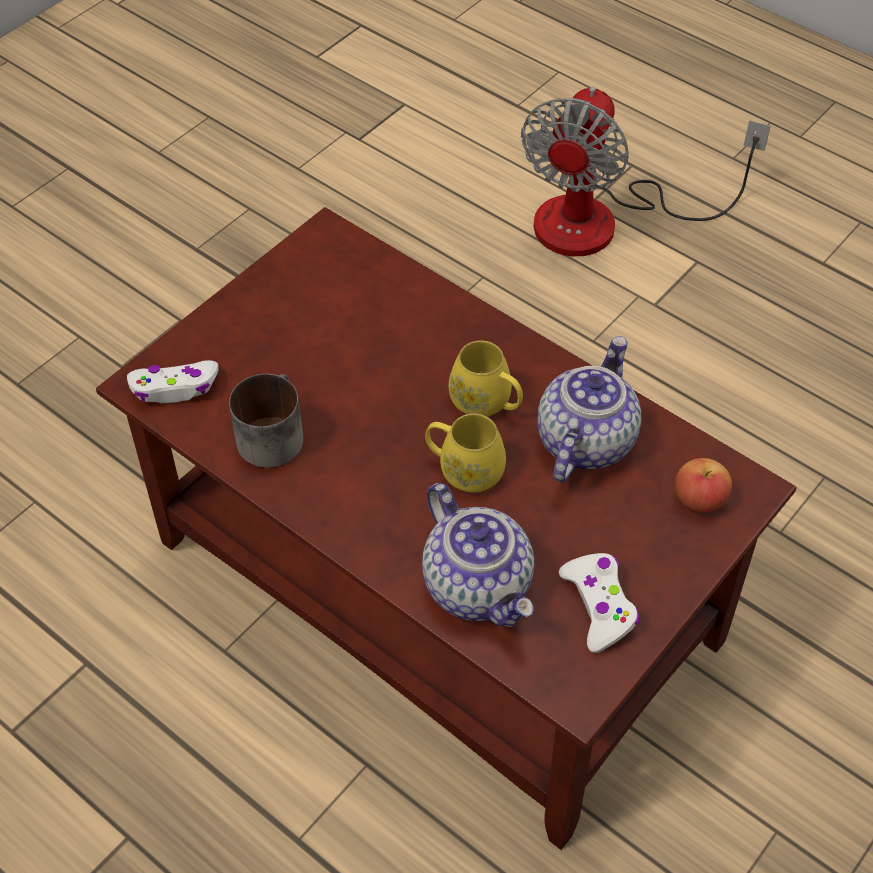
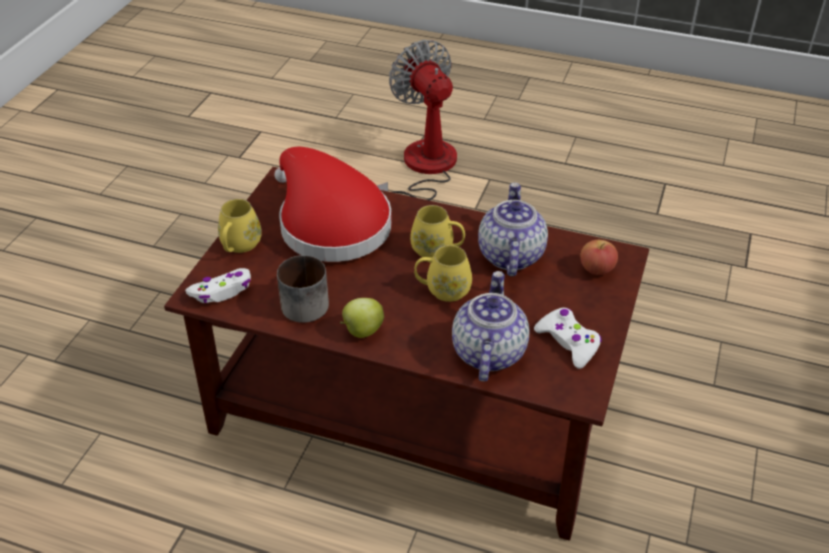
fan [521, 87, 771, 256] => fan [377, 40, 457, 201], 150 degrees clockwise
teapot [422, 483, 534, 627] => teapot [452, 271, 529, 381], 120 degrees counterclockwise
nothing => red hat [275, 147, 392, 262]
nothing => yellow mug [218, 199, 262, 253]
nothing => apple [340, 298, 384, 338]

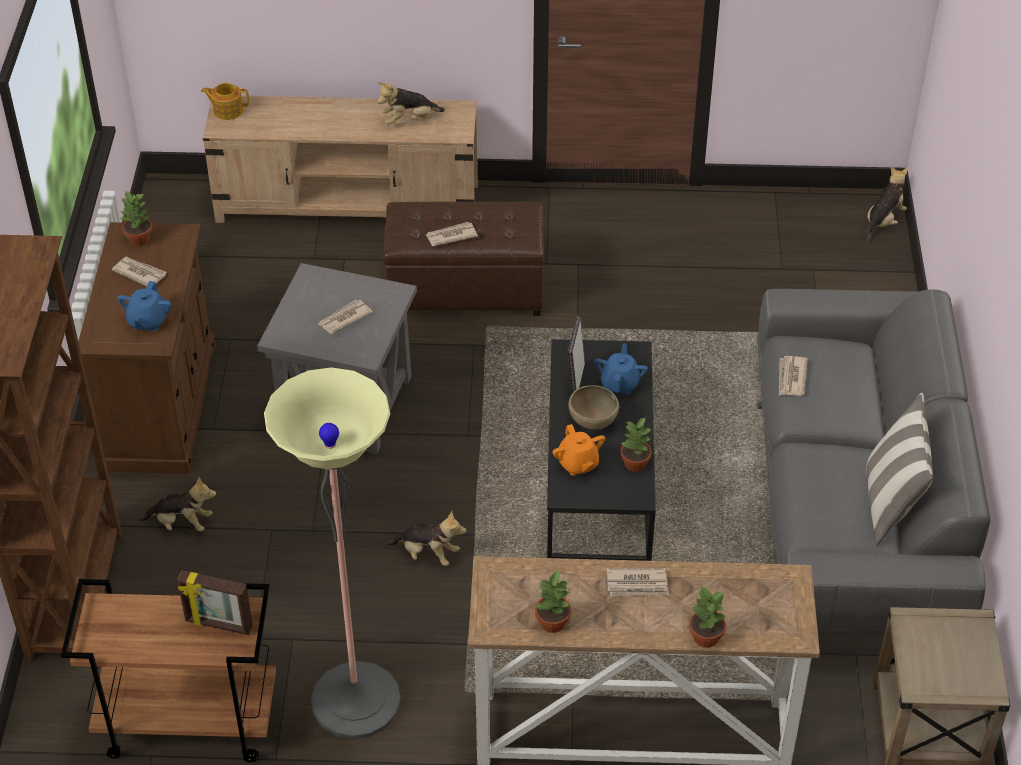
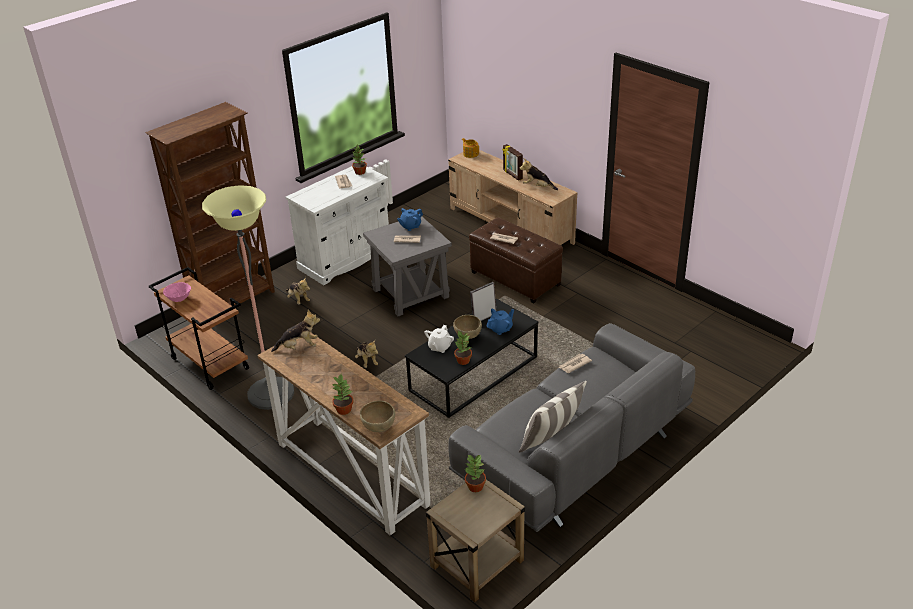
plush toy [866, 167, 907, 242] => plush toy [271, 310, 320, 352], shifted
brown cabinet [78, 222, 215, 474] => white cabinet [286, 166, 389, 285]
blue teapot [117, 281, 172, 331] => blue teapot [397, 208, 423, 231], shifted
orange teapot [553, 424, 605, 476] => white teapot [425, 325, 454, 353]
newspaper [607, 568, 669, 596] => nothing
picture frame [177, 570, 253, 635] => picture frame [502, 144, 523, 181], shifted
potted plant [535, 570, 571, 633] => potted plant [465, 454, 486, 492], shifted
nothing => pink bowl [163, 282, 191, 302]
nothing => brown bowl [360, 401, 395, 432]

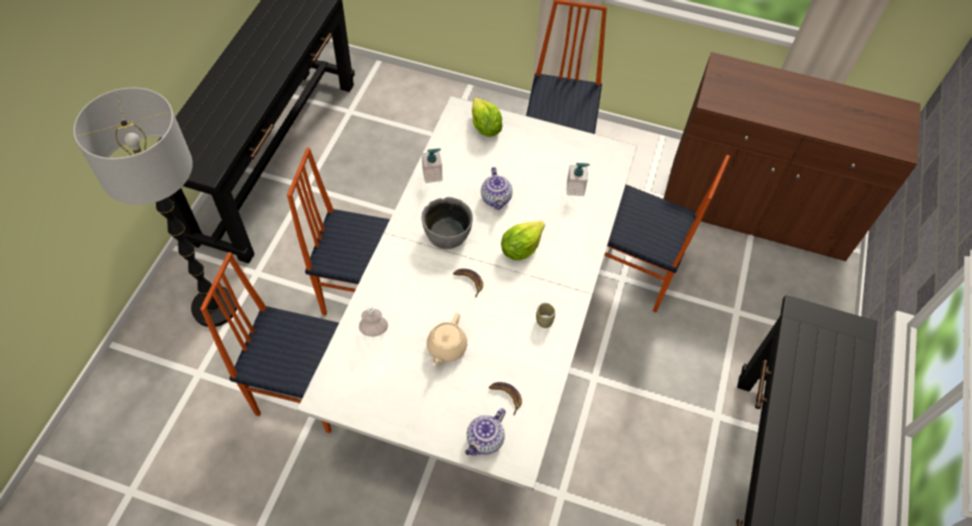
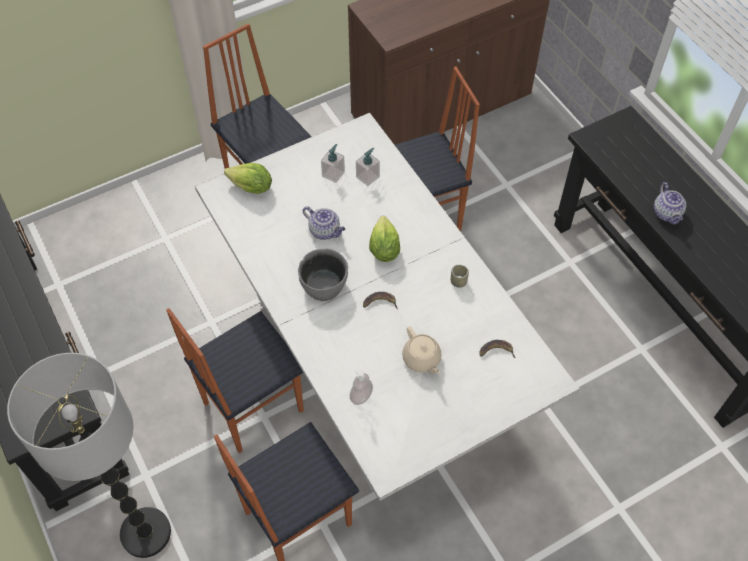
soap dispenser [422, 149, 442, 183] => soap dispenser [321, 144, 345, 183], shifted
teapot [465, 408, 506, 456] => teapot [654, 182, 686, 225], shifted

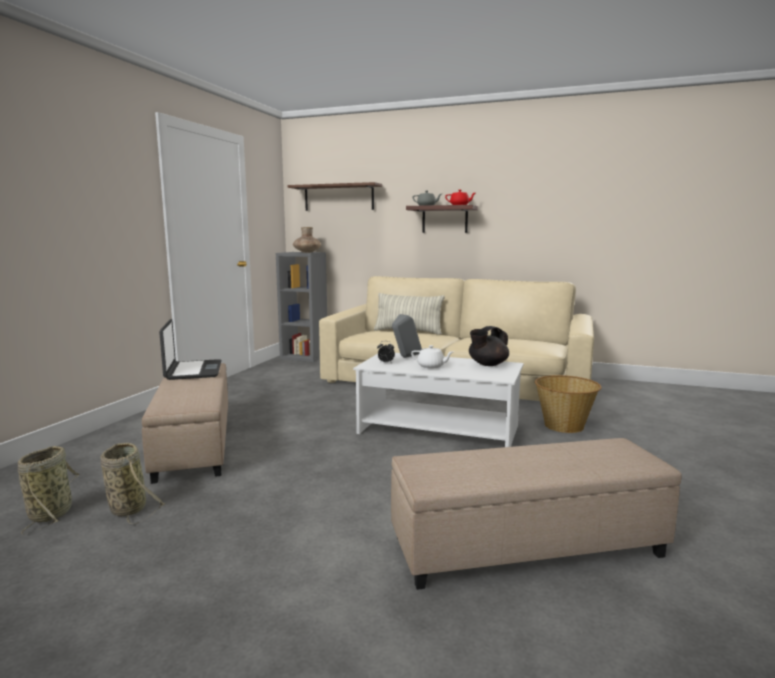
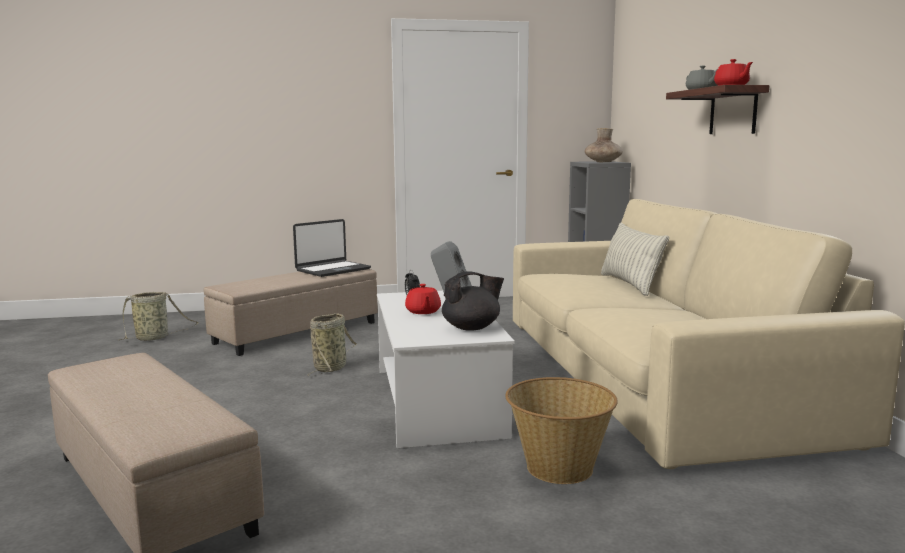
brown shelf [287, 182, 382, 211] => nothing
black teapot [469, 326, 509, 366] => black teapot [442, 271, 504, 331], 135 degrees clockwise
white teapot [411, 345, 454, 368] => red teapot [405, 284, 441, 314]
basket [101, 443, 165, 524] => basket [307, 313, 357, 376], shifted

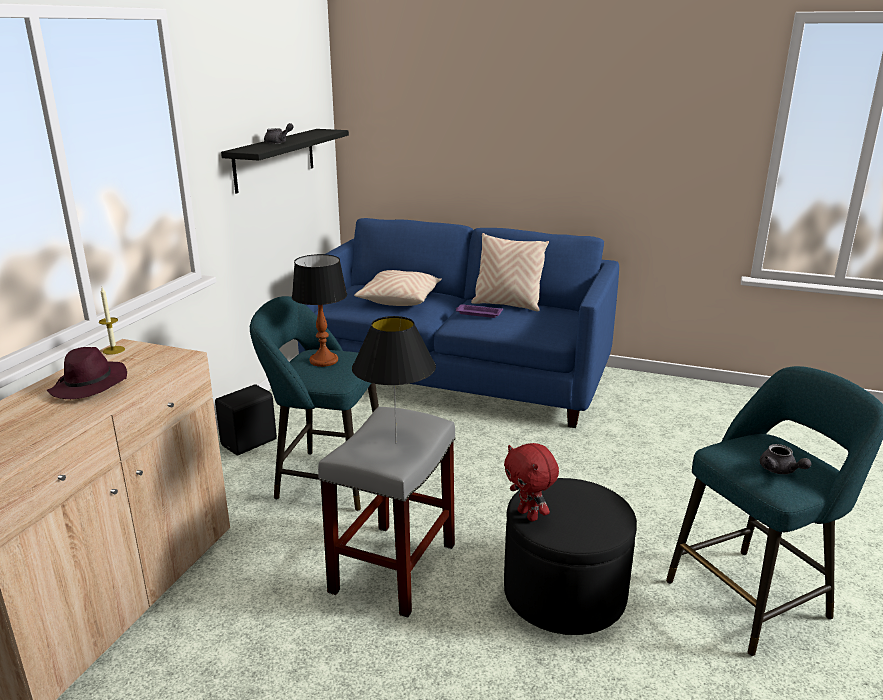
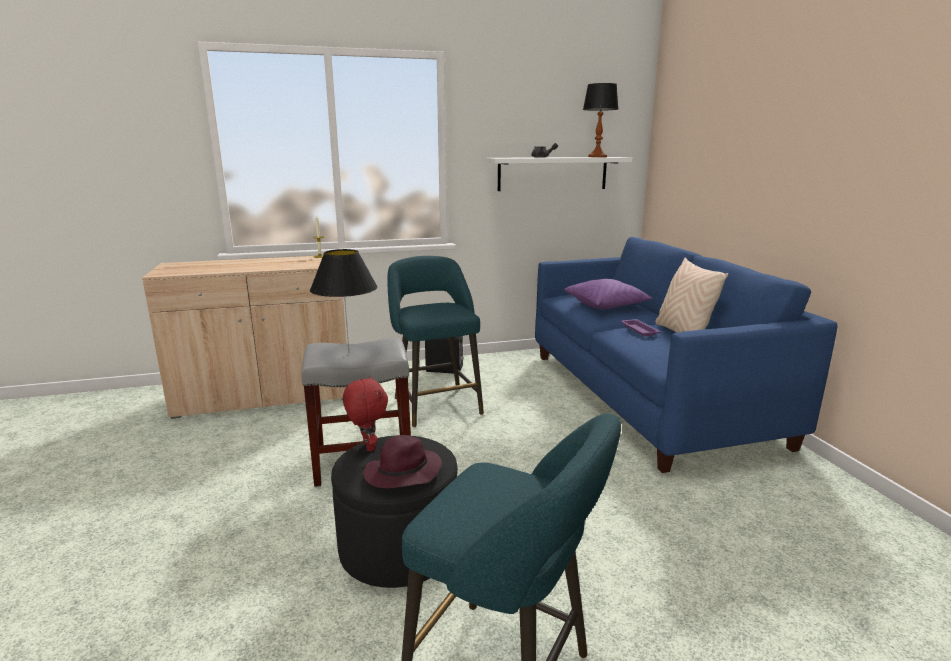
black shelf [221, 129, 349, 194] => white shelf [486, 157, 633, 191]
table lamp [292, 254, 347, 367] => table lamp [583, 83, 618, 157], shifted
beige pillow [354, 270, 442, 306] => purple pillow [564, 279, 653, 310]
purple hat [47, 347, 127, 399] => purple hat [364, 435, 442, 488], shifted
red plush toy [504, 443, 559, 521] => red plush toy [343, 376, 388, 452], 135 degrees clockwise
grey teapot [760, 444, 812, 474] => nothing

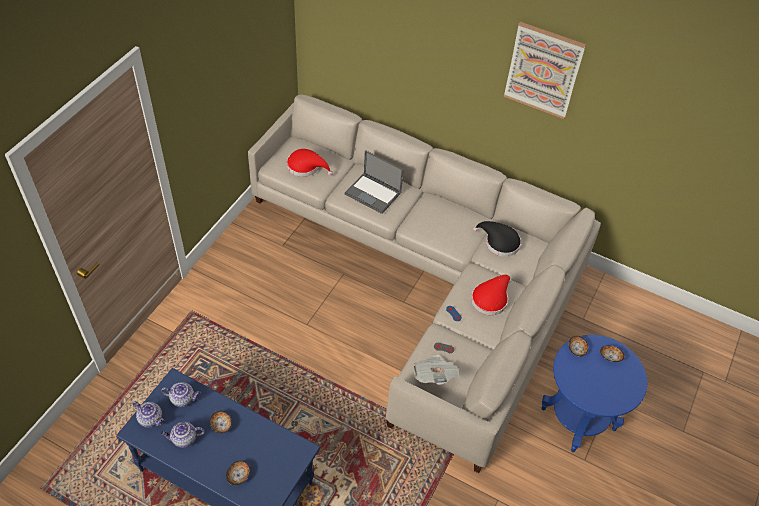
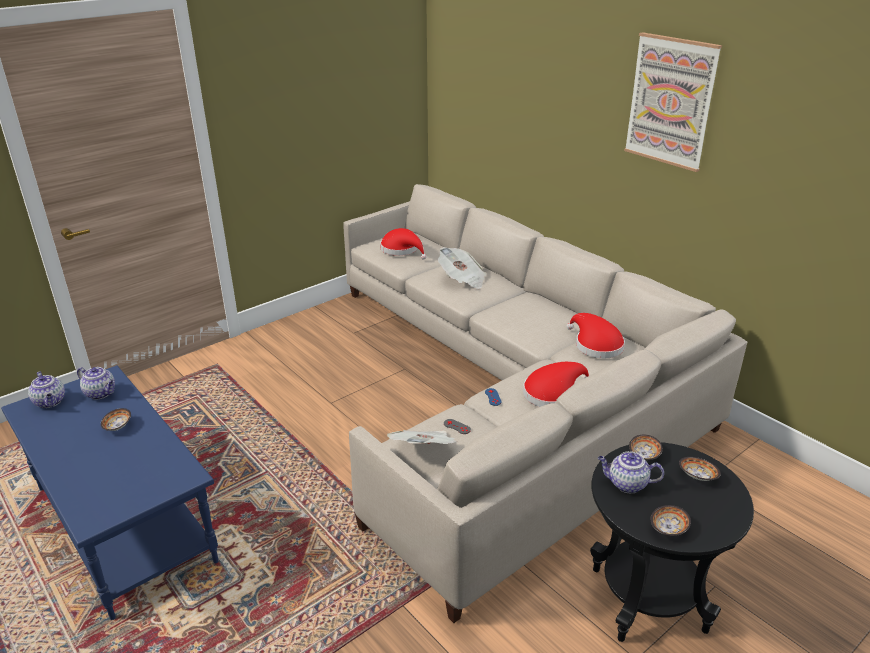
laptop [344, 150, 404, 214] => newspaper [438, 247, 486, 289]
black hat [473, 221, 521, 257] => red hat [566, 313, 625, 358]
blue side table [541, 335, 647, 452] => black side table [590, 442, 754, 642]
teapot [161, 422, 205, 448] => teapot [598, 451, 664, 493], shifted
bowl [226, 461, 250, 485] => bowl [651, 505, 691, 536], shifted

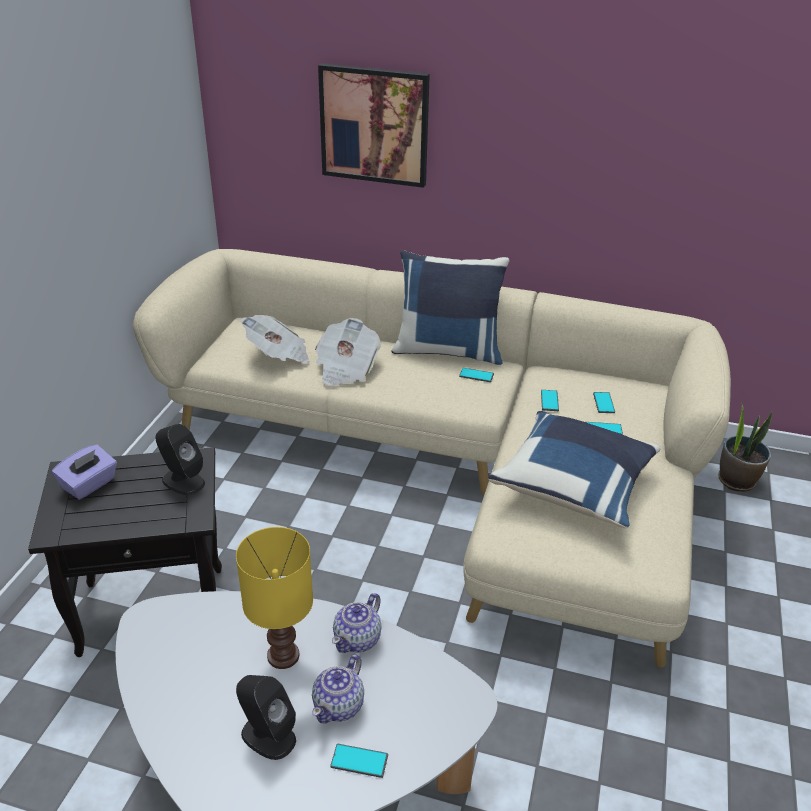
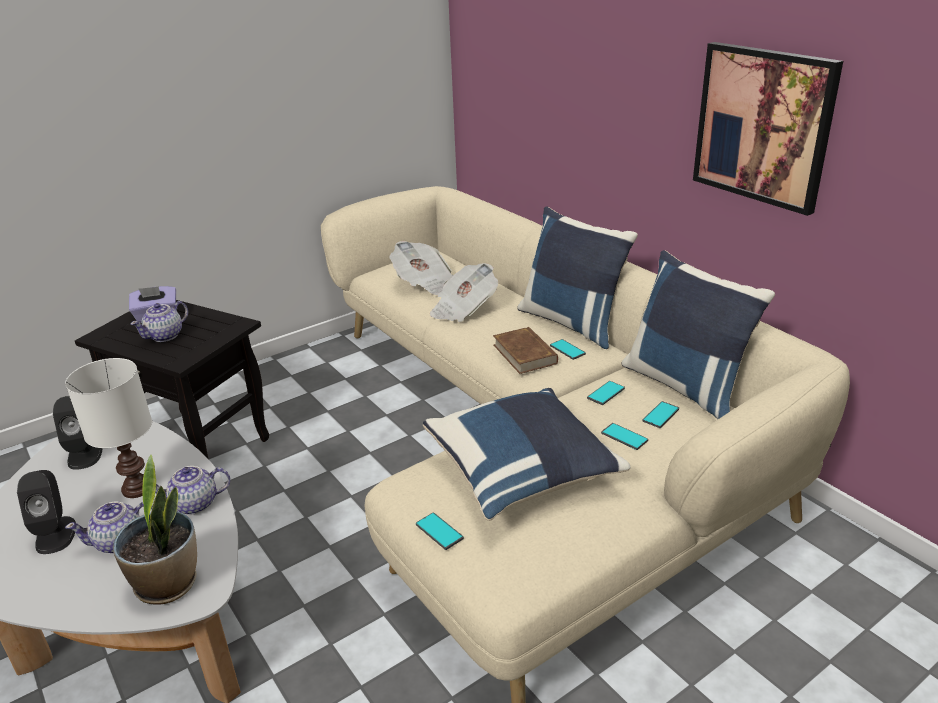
picture [318, 63, 430, 188] => picture [693, 42, 843, 216], shifted
potted plant [718, 403, 773, 492] => potted plant [113, 455, 197, 605], shifted
black speaker [155, 424, 205, 495] => black speaker [53, 396, 102, 470], shifted
yellow table lamp [236, 527, 313, 669] => white table lamp [65, 358, 152, 498]
phone [330, 744, 388, 778] => phone [416, 512, 464, 550], shifted
nothing => blue pillow [622, 250, 775, 419]
nothing => teapot [131, 301, 188, 342]
nothing => brown book [493, 327, 558, 374]

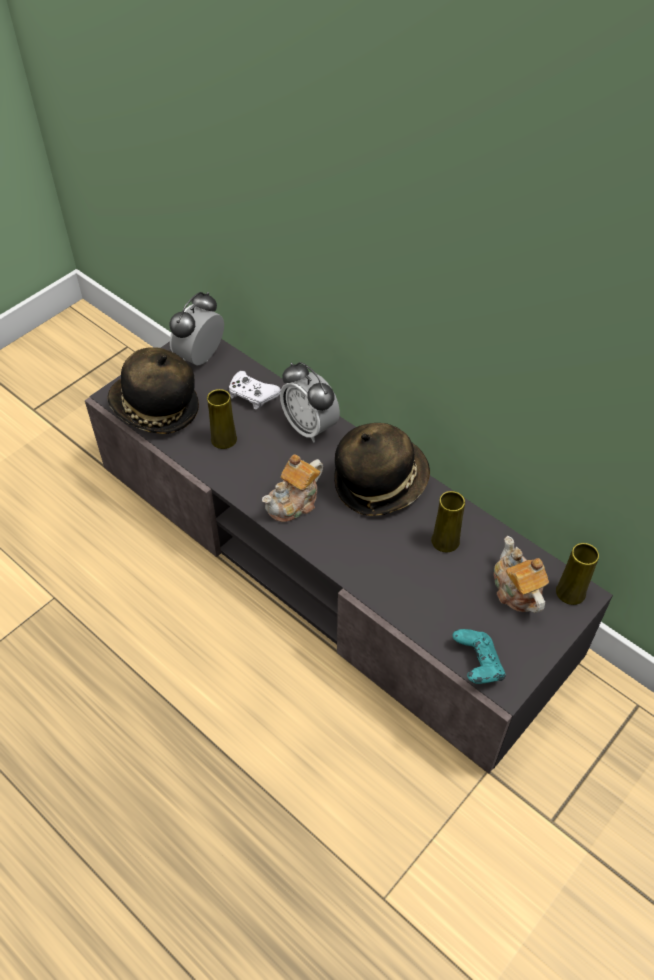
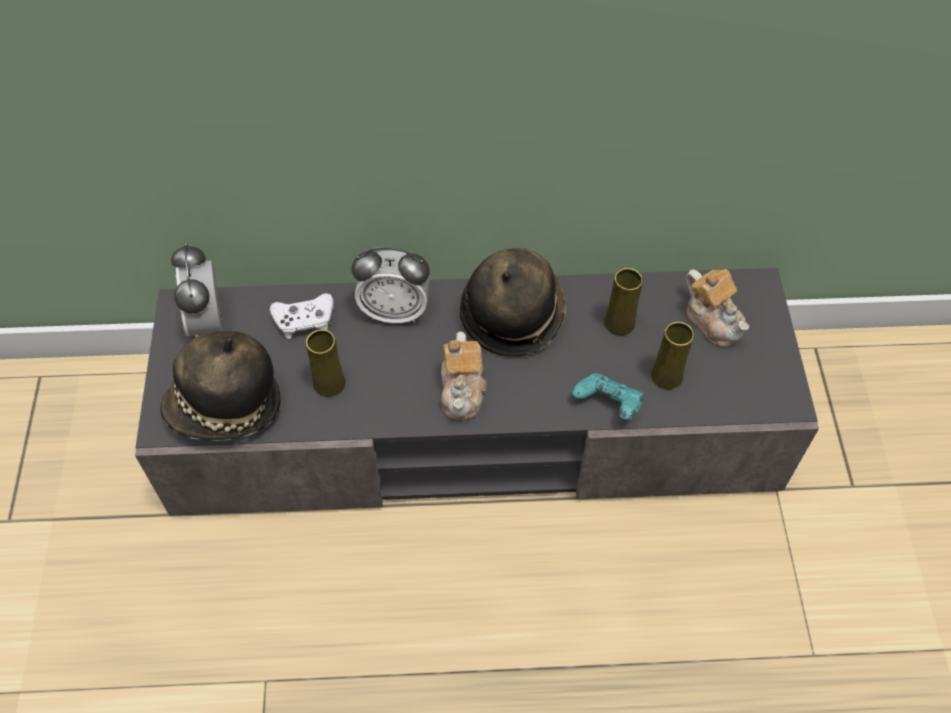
teapot [494, 536, 549, 613] => teapot [686, 269, 749, 347], 150 degrees counterclockwise
yellow vase [556, 543, 599, 605] => yellow vase [651, 322, 694, 389], shifted
turquoise game controller [453, 629, 506, 684] => turquoise game controller [572, 373, 644, 420], shifted

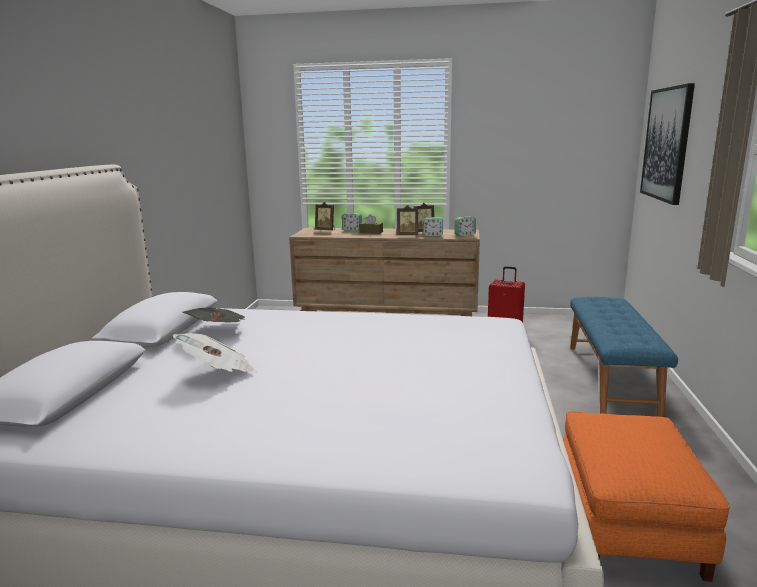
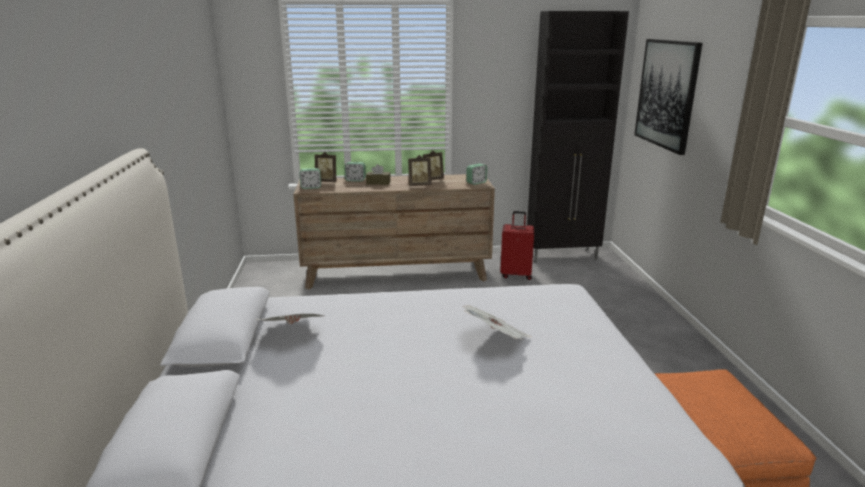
alarm clock [423, 217, 443, 237] => alarm clock [299, 168, 321, 189], shifted
blue bench [570, 297, 678, 417] => nothing
newspaper [173, 333, 256, 373] => newspaper [463, 305, 532, 340], shifted
nothing => black cabinet [527, 11, 629, 263]

